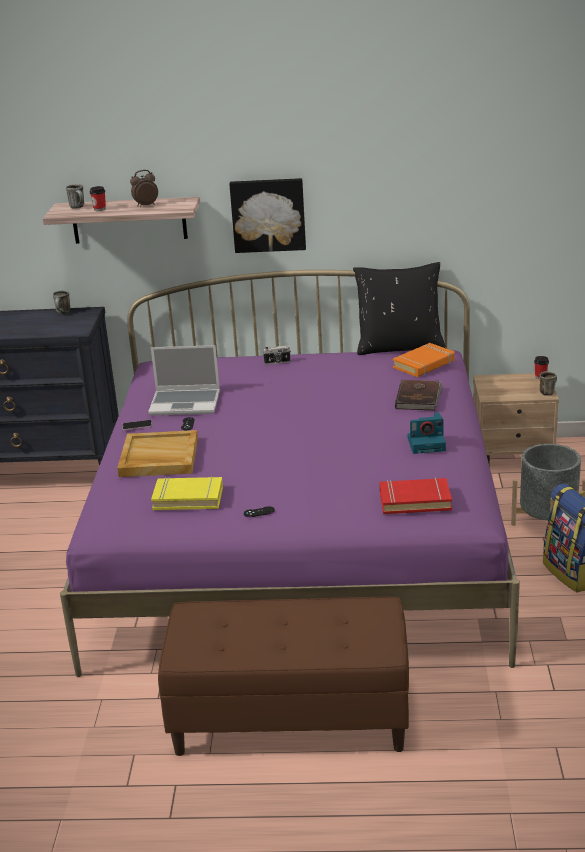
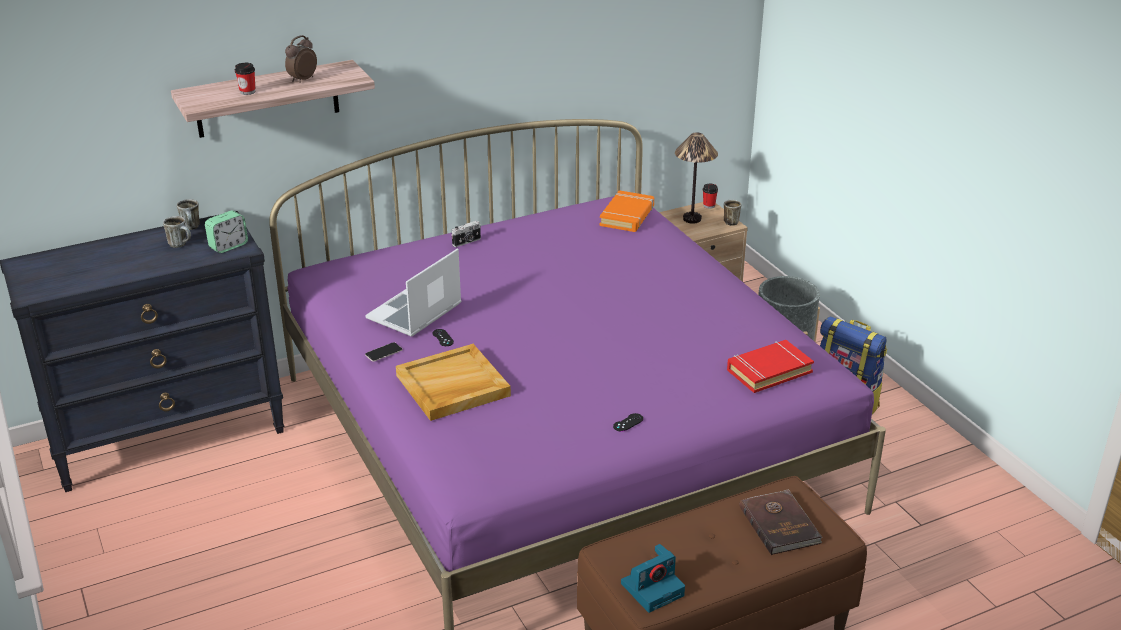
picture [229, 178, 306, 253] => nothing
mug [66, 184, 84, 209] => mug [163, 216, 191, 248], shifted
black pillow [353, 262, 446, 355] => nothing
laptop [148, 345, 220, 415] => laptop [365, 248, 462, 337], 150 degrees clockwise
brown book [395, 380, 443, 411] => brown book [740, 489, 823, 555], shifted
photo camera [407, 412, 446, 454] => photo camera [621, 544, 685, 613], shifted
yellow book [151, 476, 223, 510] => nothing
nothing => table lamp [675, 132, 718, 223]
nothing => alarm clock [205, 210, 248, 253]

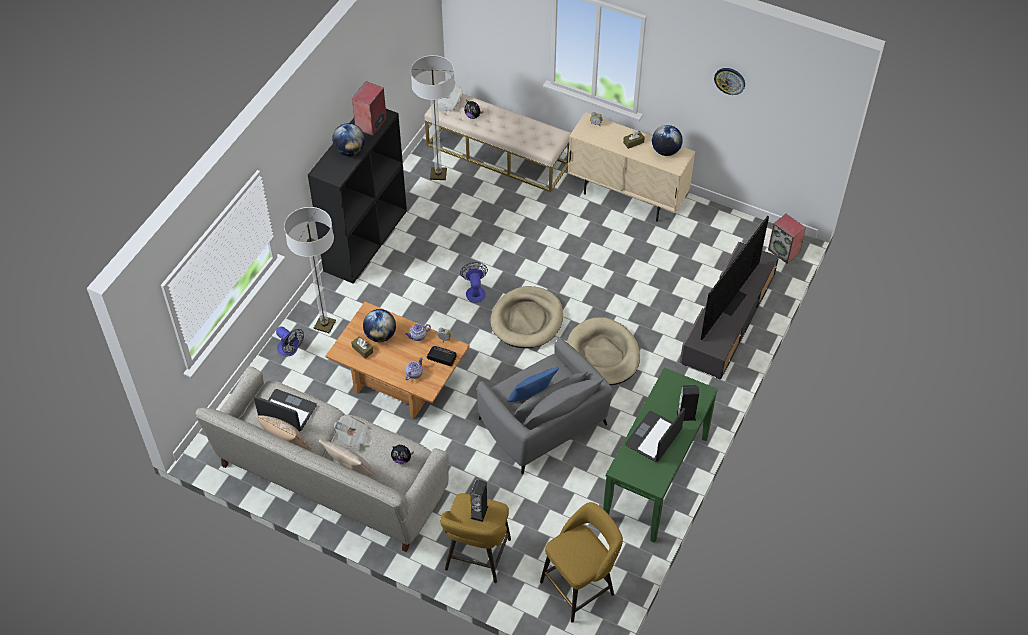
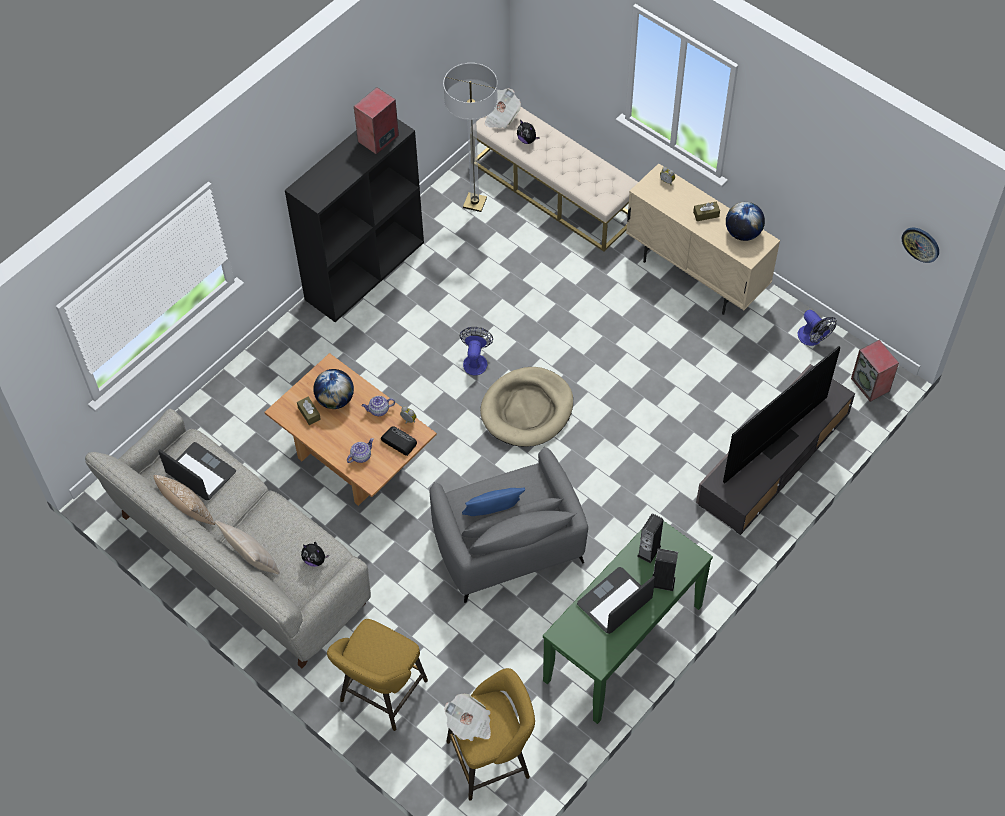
wall clock [714, 68, 745, 95] => wall clock [902, 227, 939, 263], shifted
globe [332, 123, 365, 156] => nothing
floor lamp [284, 207, 336, 333] => nothing
beige dog bed [567, 317, 640, 385] => nothing
fan [276, 326, 304, 357] => fan [798, 310, 837, 346], shifted
newspaper [334, 415, 373, 447] => newspaper [444, 693, 491, 741], shifted
speaker [471, 479, 488, 522] => speaker [637, 513, 664, 563], shifted

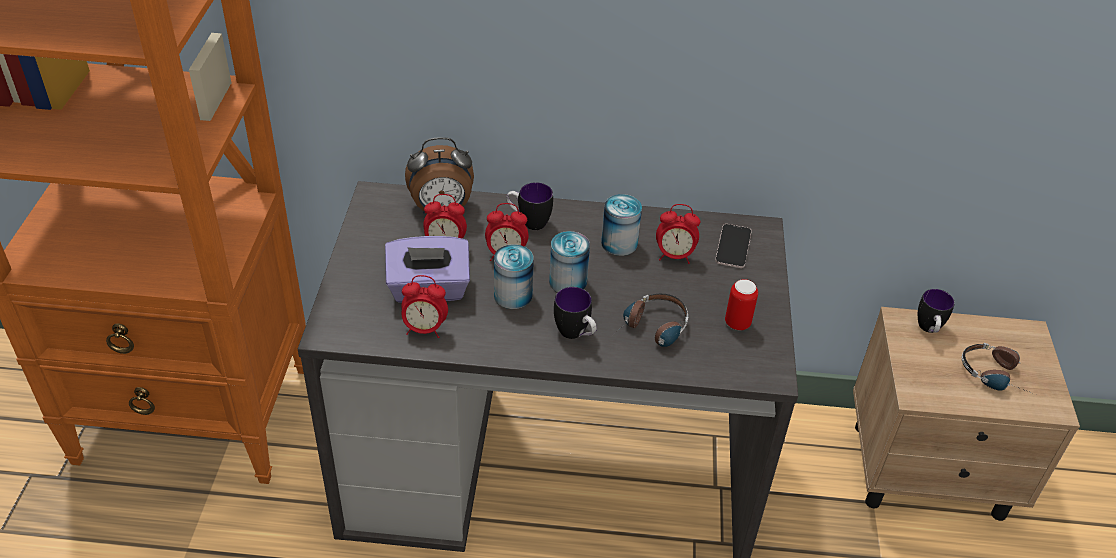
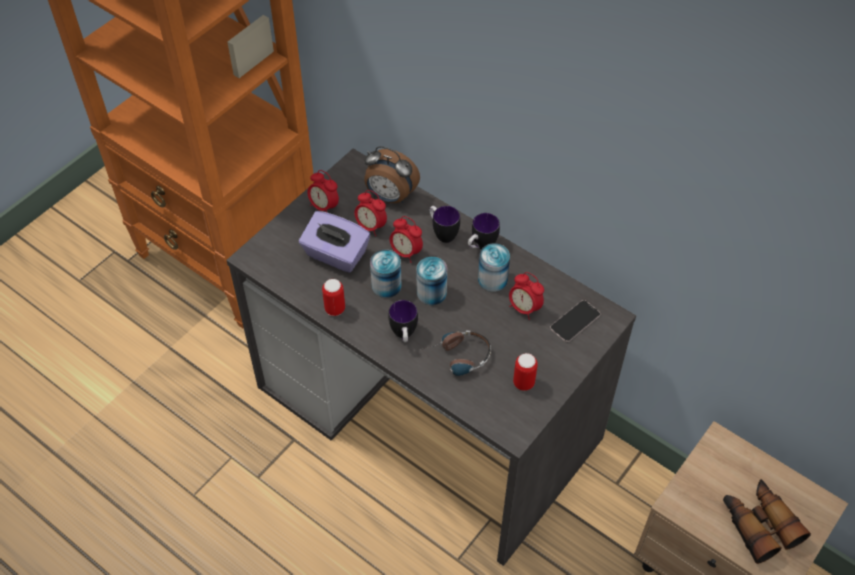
alarm clock [401, 275, 448, 338] => alarm clock [307, 170, 339, 212], shifted
mug [918, 289, 955, 333] => mug [468, 213, 500, 249], shifted
headphones [962, 343, 1034, 394] => binoculars [723, 479, 811, 564]
nothing => can [322, 279, 345, 316]

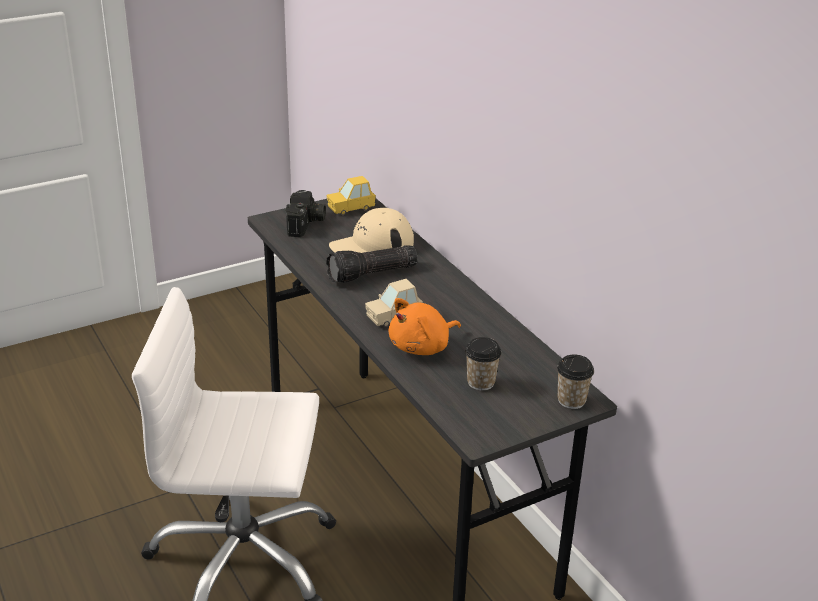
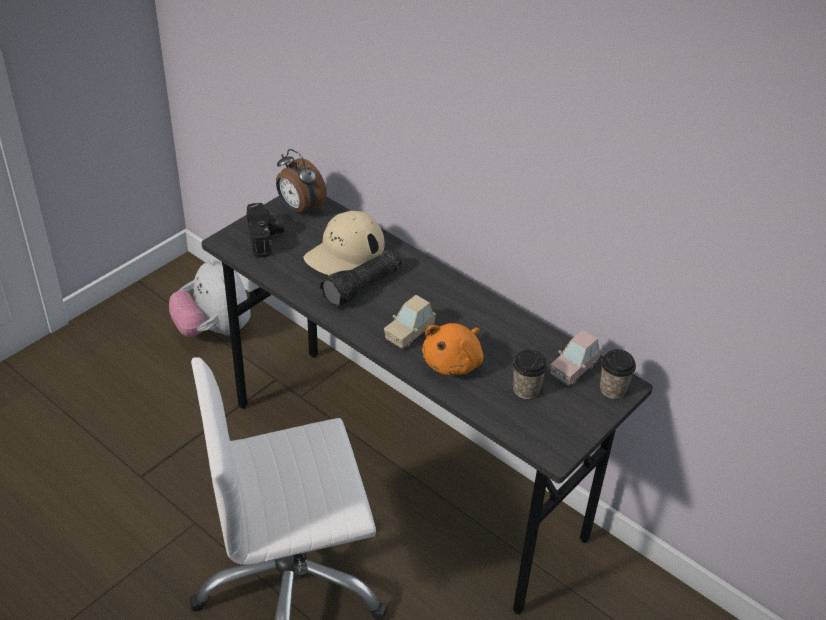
yellow toy car [326, 176, 376, 215] => alarm clock [276, 149, 327, 216]
nothing => plush toy [169, 258, 251, 337]
nothing => pink toy car [550, 330, 602, 386]

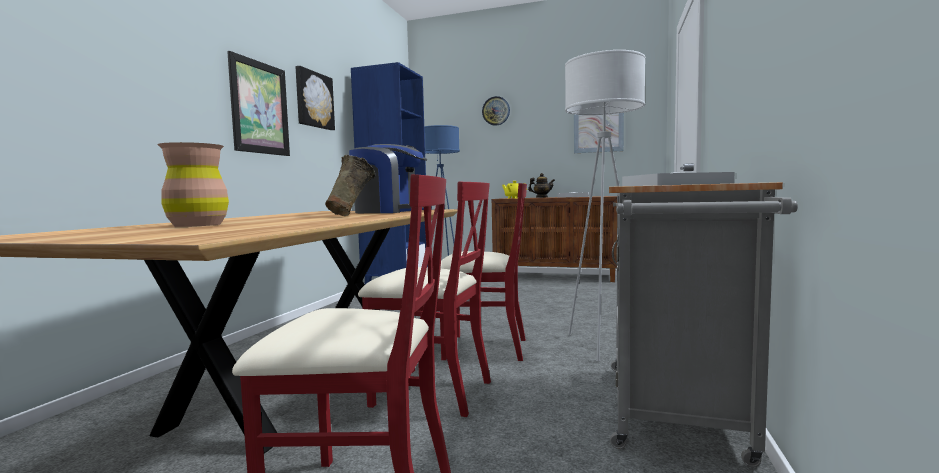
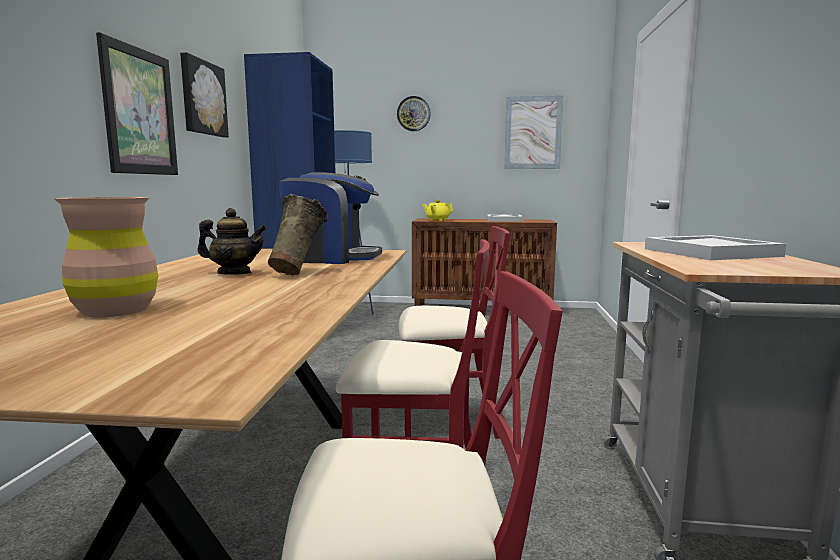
white floor lamp [565, 50, 646, 361] => nothing
teapot [528, 173, 555, 197] => teapot [197, 208, 267, 275], shifted

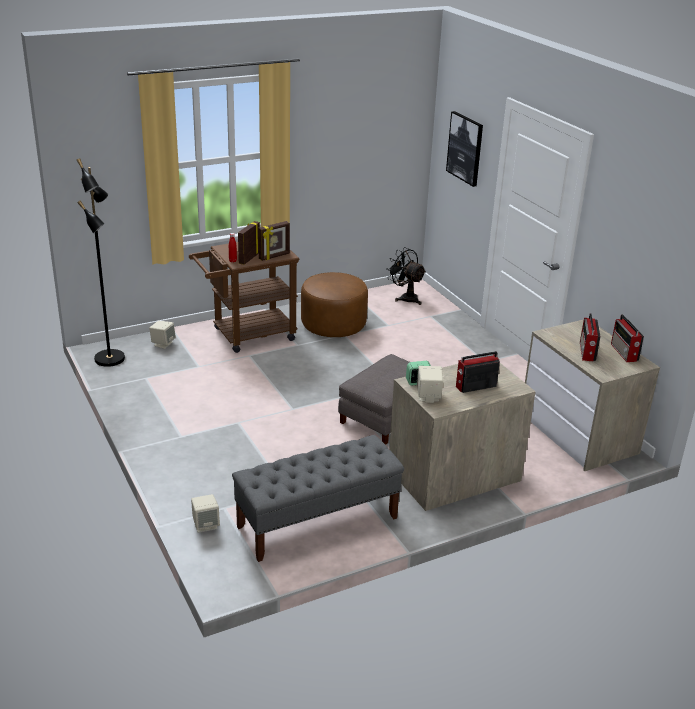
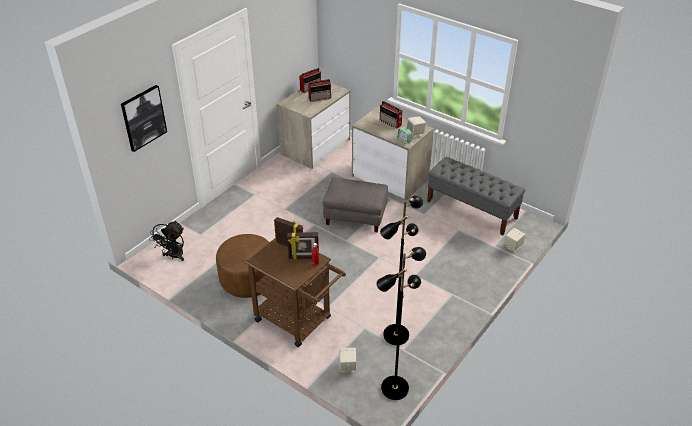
nothing => black floor lamp [380, 196, 423, 345]

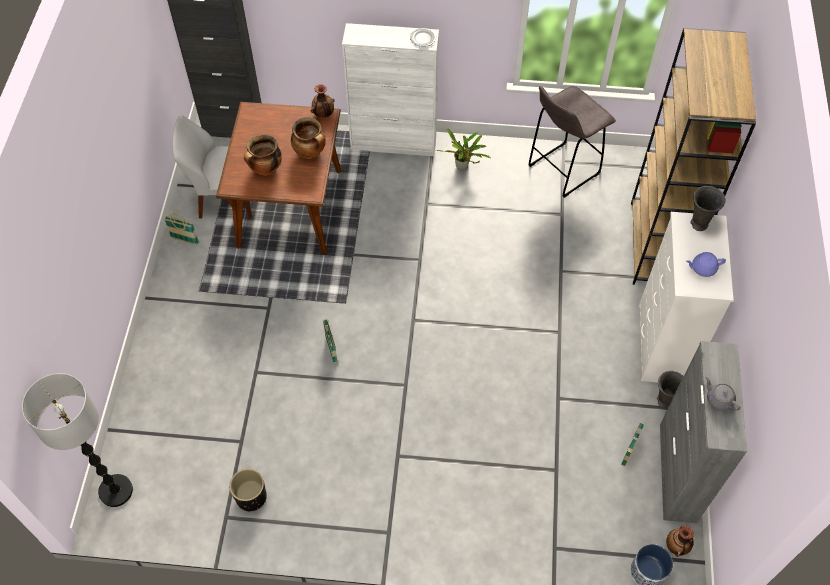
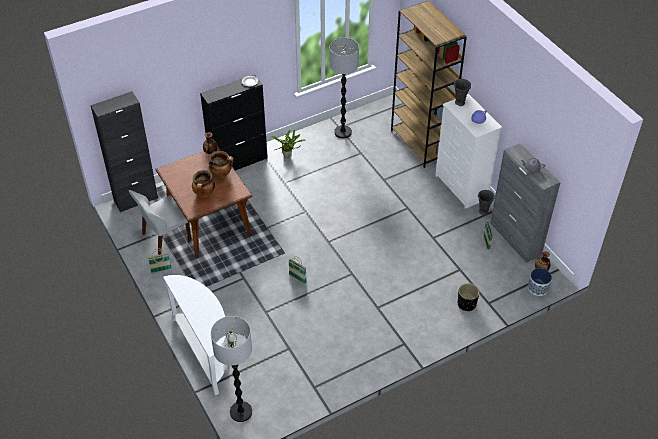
white cabinet [342, 23, 439, 156] => black cabinet [200, 74, 268, 171]
grey stool [528, 86, 616, 198] => floor lamp [329, 38, 359, 138]
black planter [229, 469, 267, 512] => black planter [458, 283, 480, 311], shifted
nothing => white console table [163, 275, 228, 395]

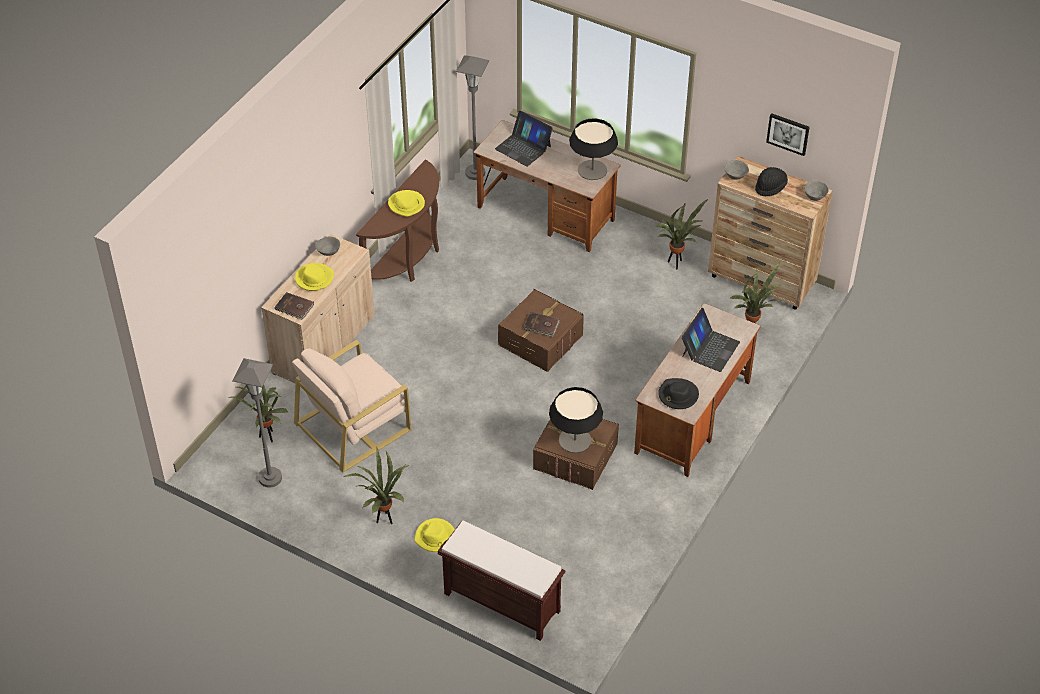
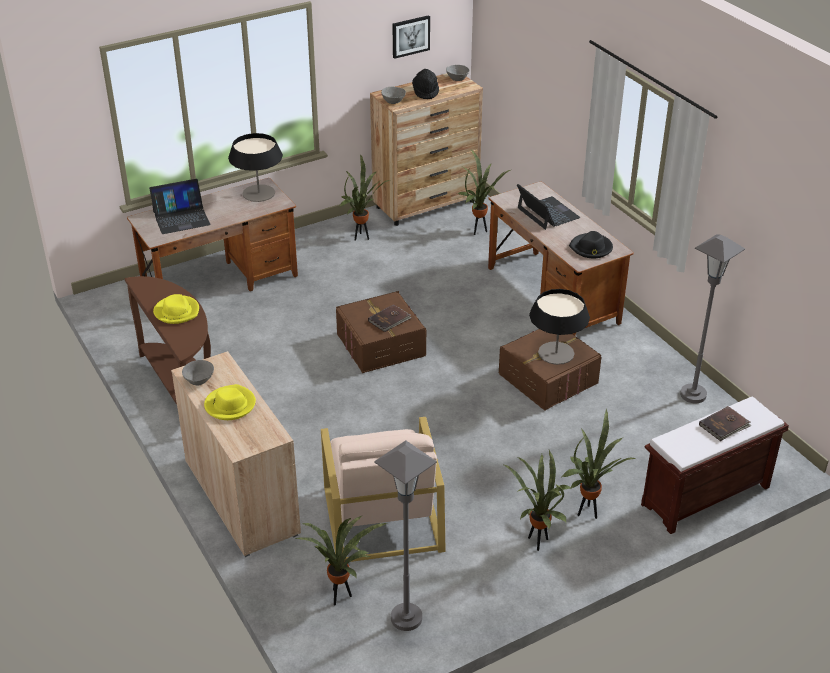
grey floor lamp [456, 55, 489, 180] => grey floor lamp [680, 235, 745, 403], shifted
brown book [275, 292, 314, 320] => brown book [699, 406, 751, 441], shifted
yellow hat [414, 518, 455, 552] => potted plant [562, 409, 636, 519]

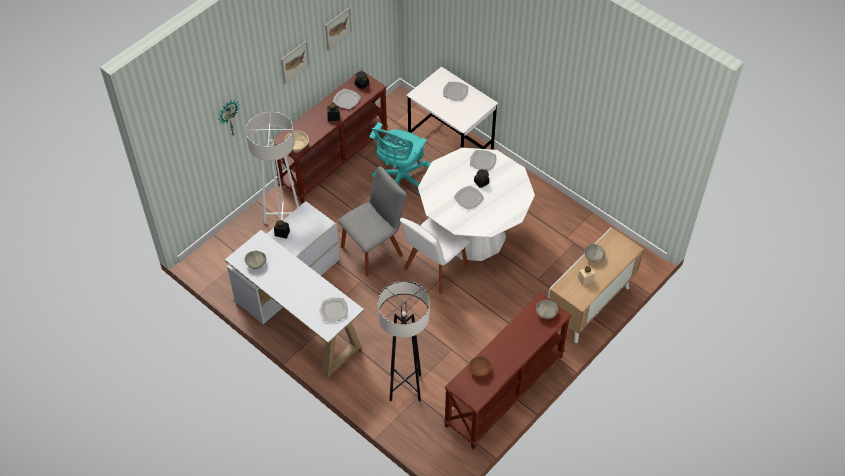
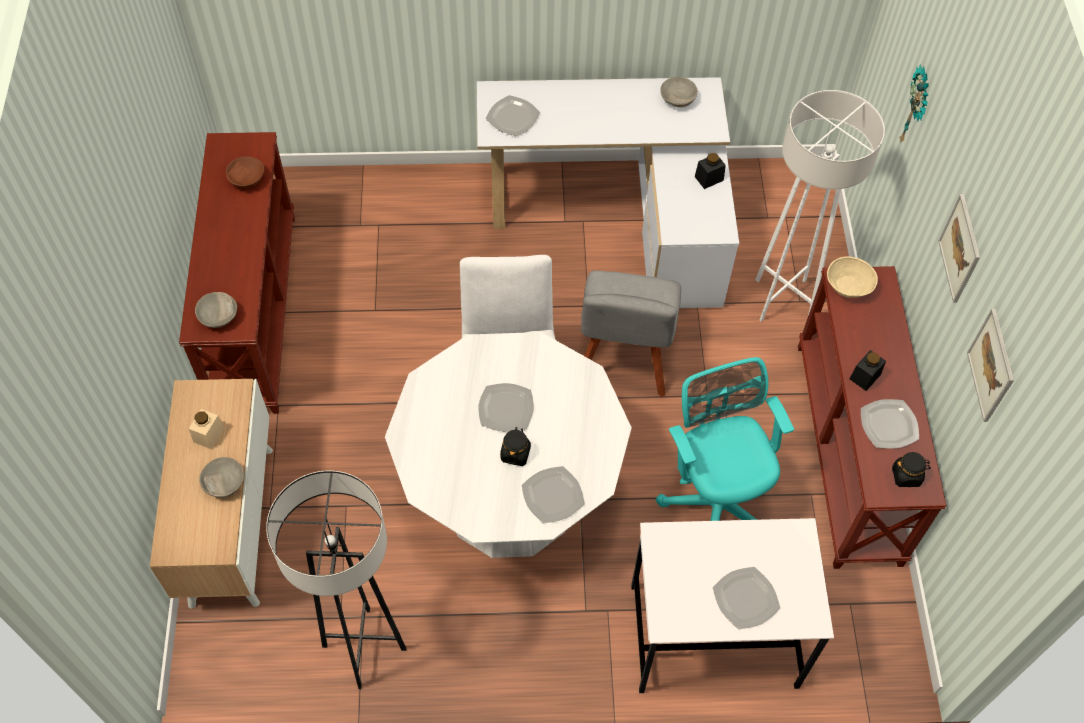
grey floor lamp [377, 281, 430, 402] => grey floor lamp [266, 471, 407, 689], shifted

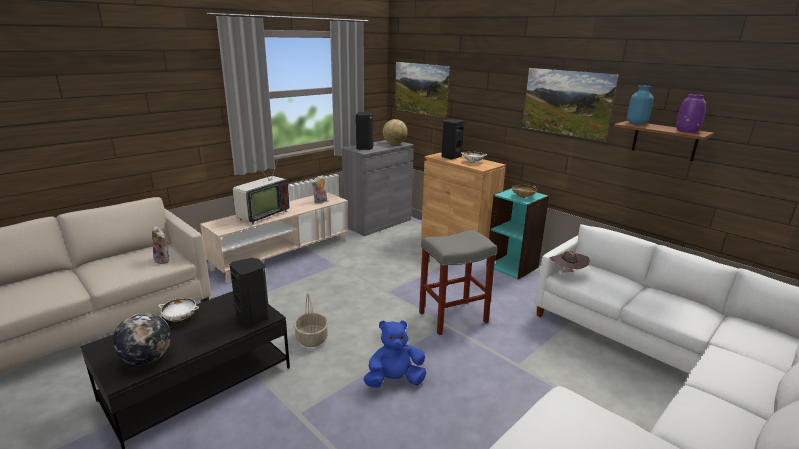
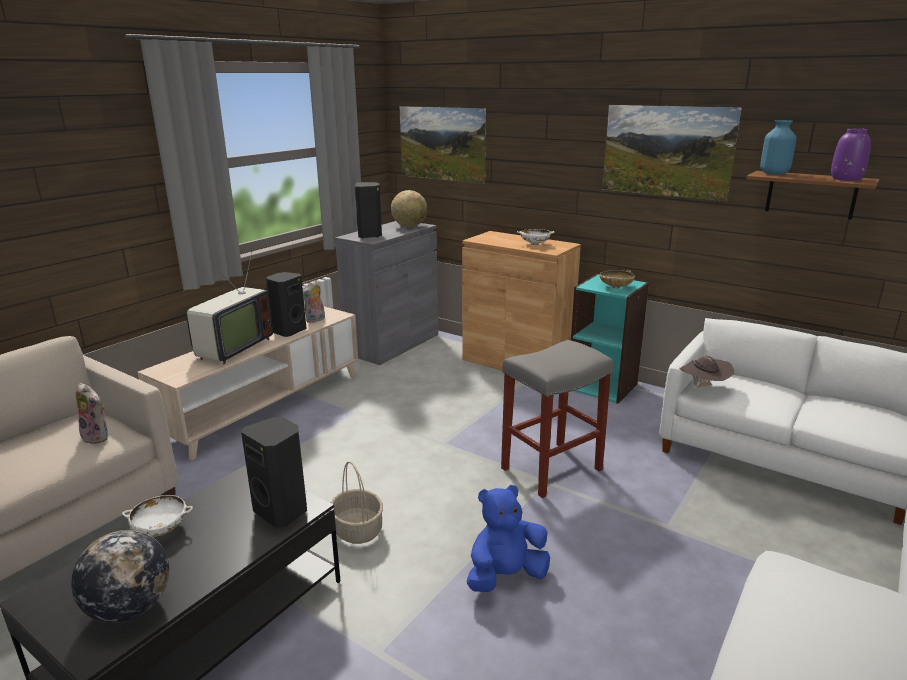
black speaker [441, 119, 464, 160] => black speaker [266, 272, 307, 337], shifted

